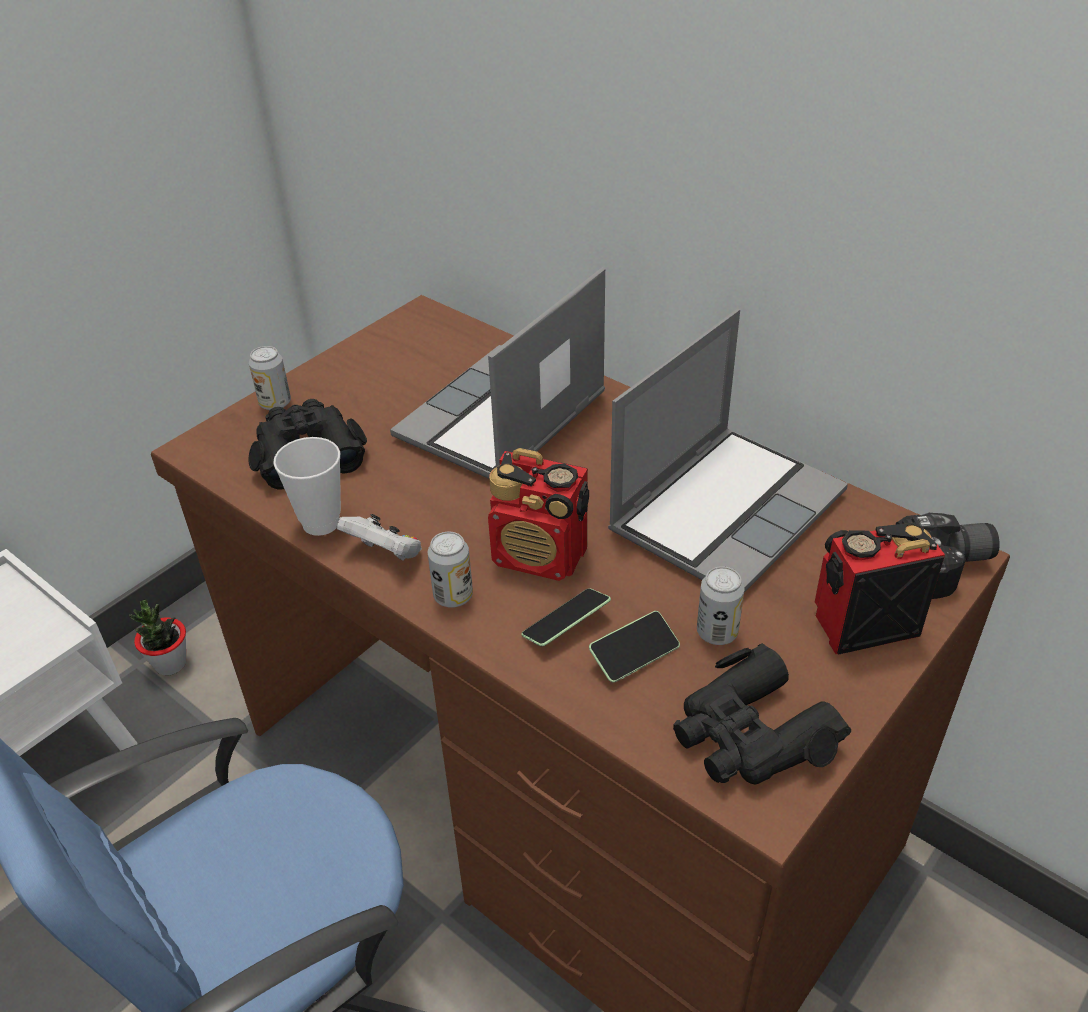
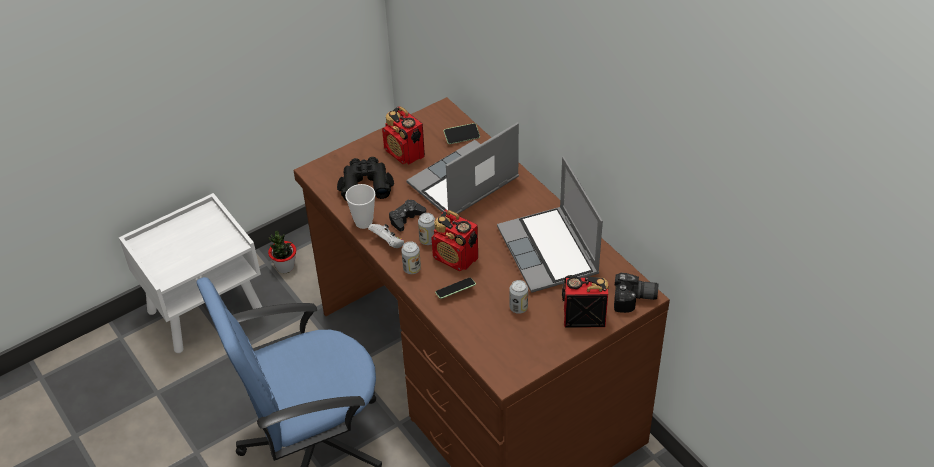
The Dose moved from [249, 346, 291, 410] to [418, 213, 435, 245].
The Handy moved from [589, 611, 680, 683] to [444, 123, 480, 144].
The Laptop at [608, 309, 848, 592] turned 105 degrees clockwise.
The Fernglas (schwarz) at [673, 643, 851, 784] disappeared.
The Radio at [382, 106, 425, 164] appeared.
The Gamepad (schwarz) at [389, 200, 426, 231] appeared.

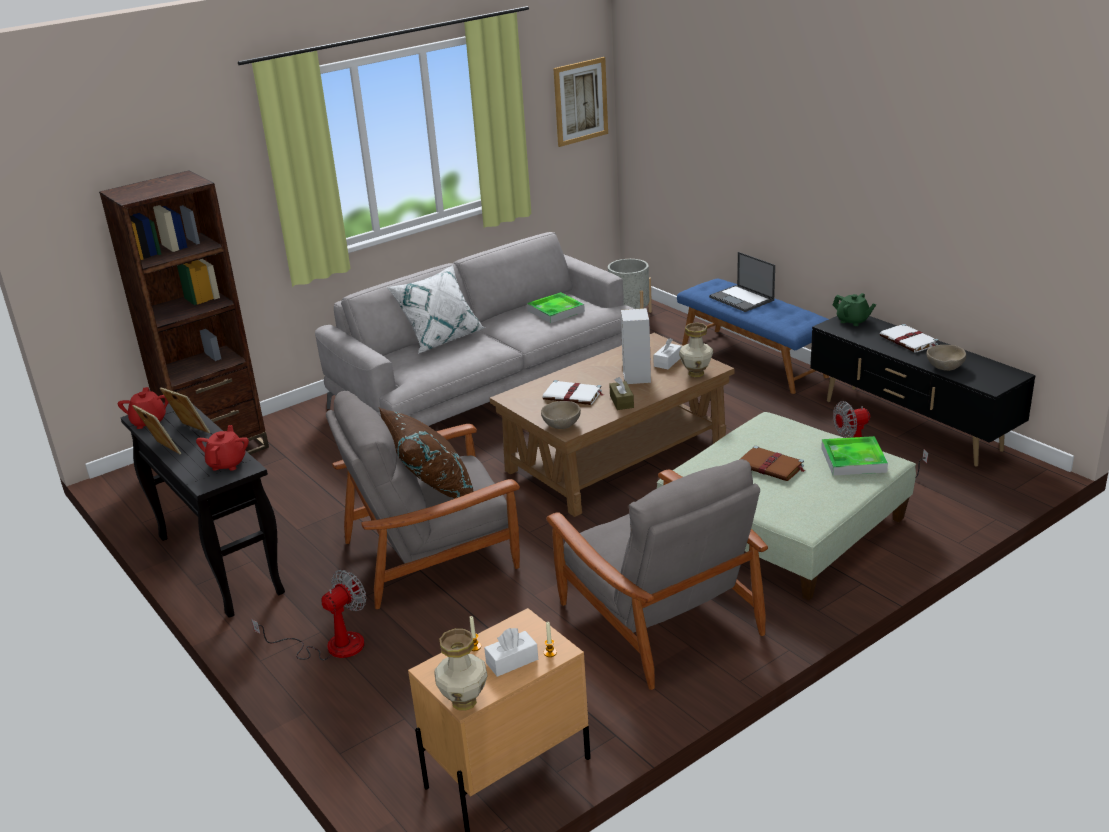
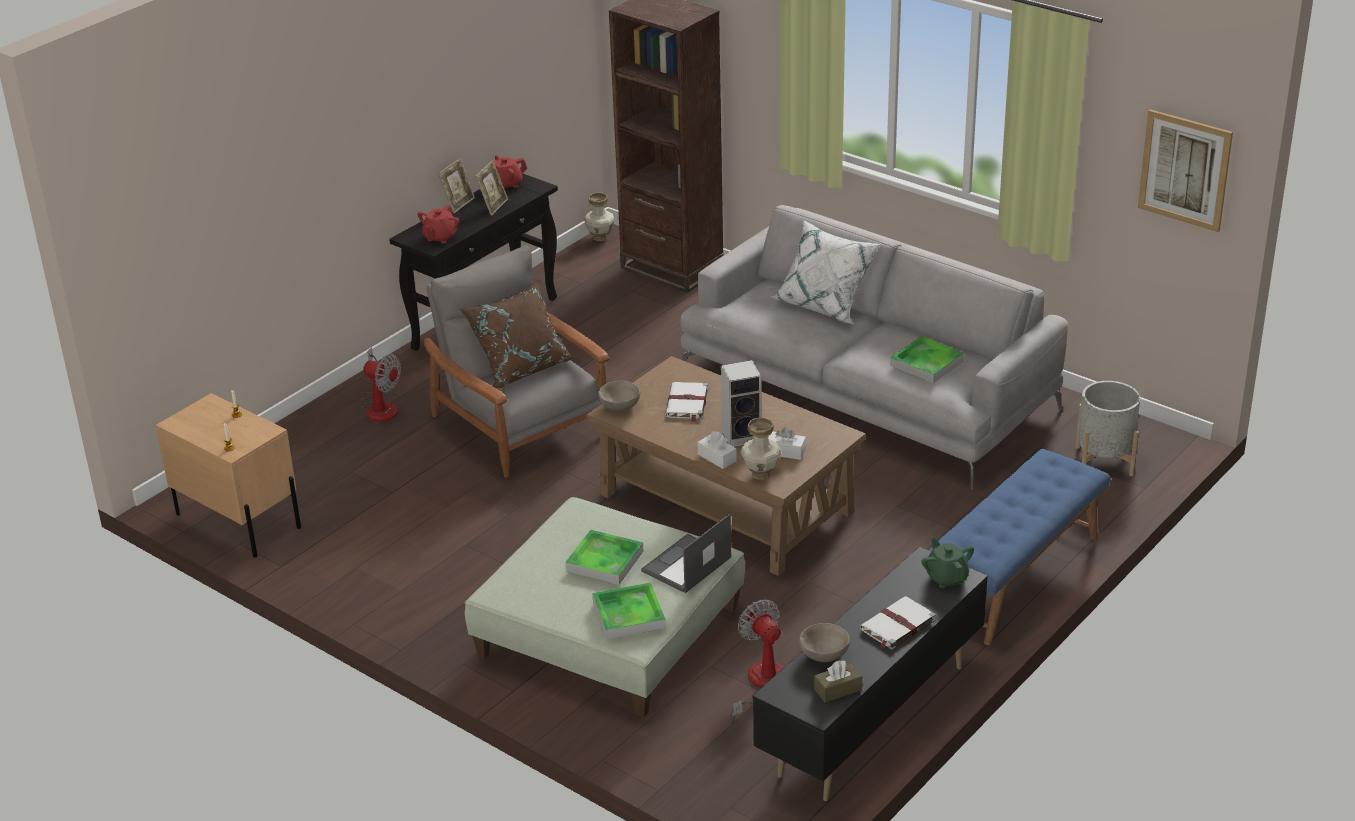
The Teekanne (rot) at [196, 425, 249, 471] turned 120 degrees clockwise.
The Vase moved from [434, 629, 488, 711] to [584, 192, 614, 242].
The Taschentuchbox (weiß) moved from [484, 628, 538, 677] to [698, 431, 737, 469].
The Sessel (grau) at [546, 459, 768, 690] disappeared.
The Taschentuchbox (braun) moved from [609, 377, 634, 410] to [814, 660, 862, 702].
The Laptop moved from [709, 252, 775, 312] to [641, 514, 731, 593].
The Buch (braun) at [739, 446, 805, 481] was replaced by the Tablett at [565, 530, 643, 585].
The Teekanne (grün) at [833, 293, 876, 326] turned 135 degrees clockwise.

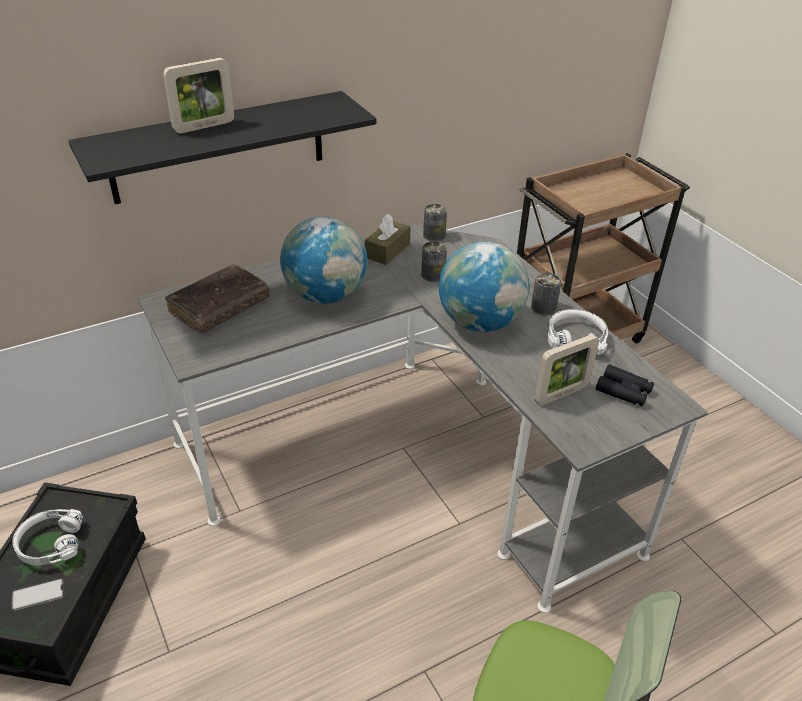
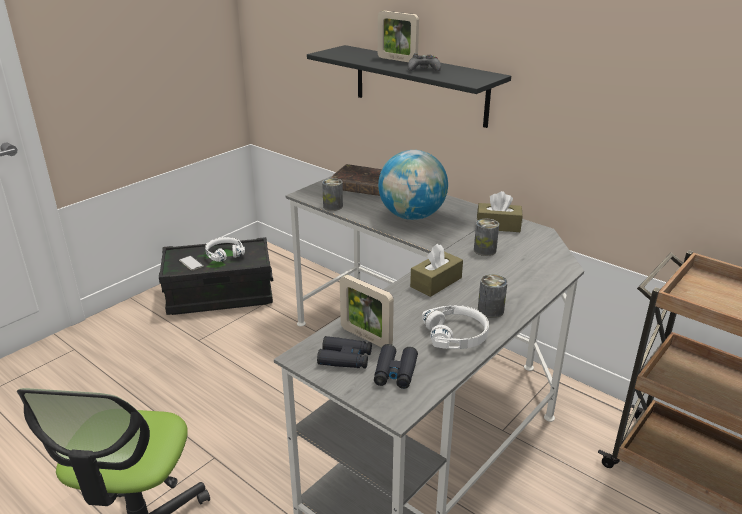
The Dose moved from [423, 204, 447, 241] to [322, 178, 343, 211].
The Globus at [439, 242, 529, 332] was replaced by the Taschentuchbox (braun) at [410, 244, 463, 297].
The Fernglas (schwarz) at [317, 336, 372, 368] appeared.
The Gamepad (schwarz) at [408, 53, 441, 71] appeared.

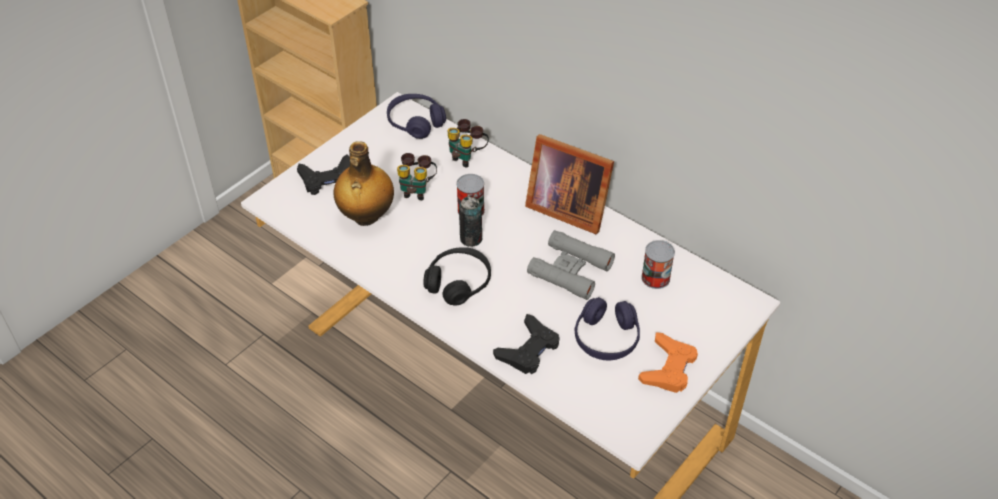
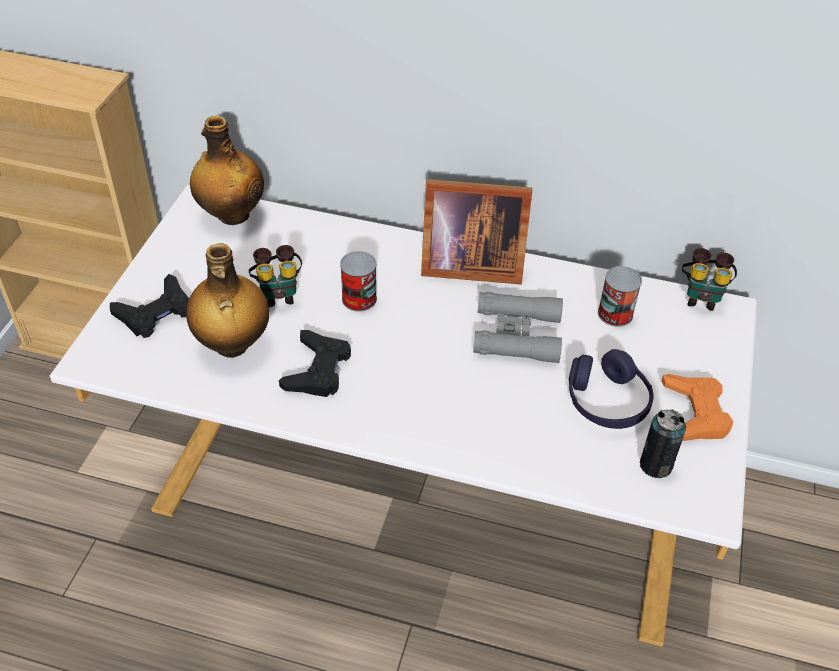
The Kopfhörer (lila) at [387, 94, 446, 139] was replaced by the Flasche at [190, 116, 264, 225].
The Kopfhörer (schwarz) at [423, 247, 491, 306] disappeared.
The Fernglas moved from [447, 119, 489, 168] to [682, 248, 737, 311].
The Dose moved from [459, 196, 483, 247] to [640, 409, 686, 478].
The Gamepad (schwarz) moved from [493, 314, 560, 374] to [279, 330, 351, 397].

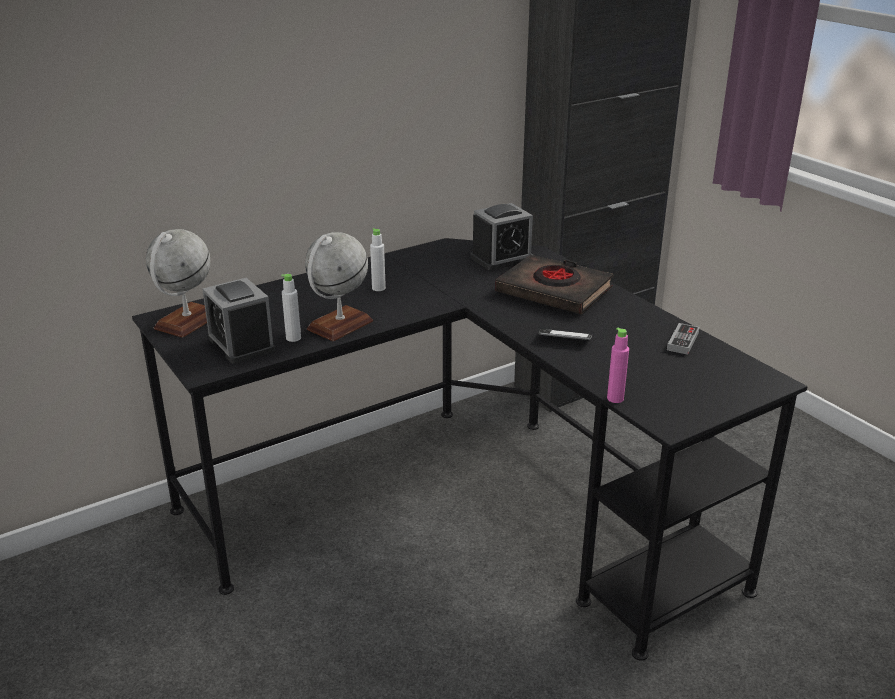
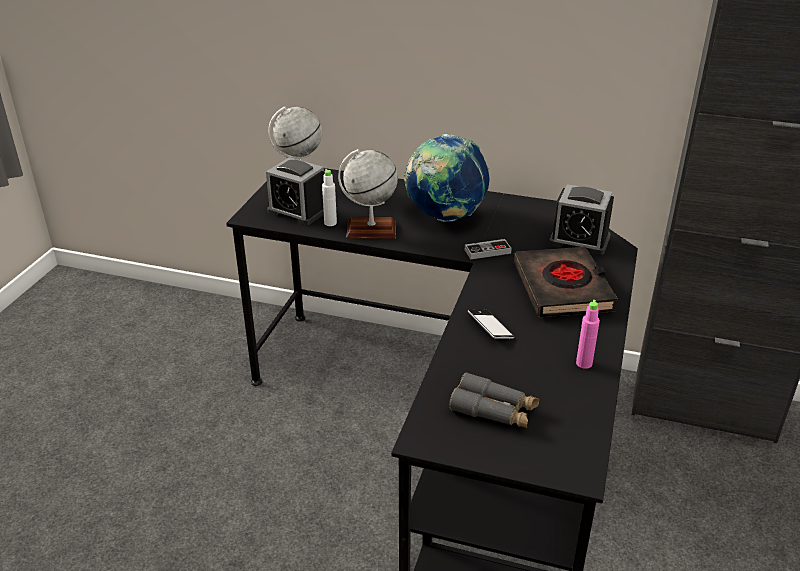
The Wecker at [202, 278, 275, 363] turned 75 degrees counterclockwise.
The Flasche (weiß) at [370, 228, 386, 291] was replaced by the Globus at [404, 134, 490, 222].
The Flasche (rosa) moved from [607, 328, 629, 403] to [576, 300, 600, 369].
The Gamepad moved from [667, 323, 700, 355] to [465, 239, 512, 259].
The Fernglas (grau) at [449, 372, 539, 428] appeared.

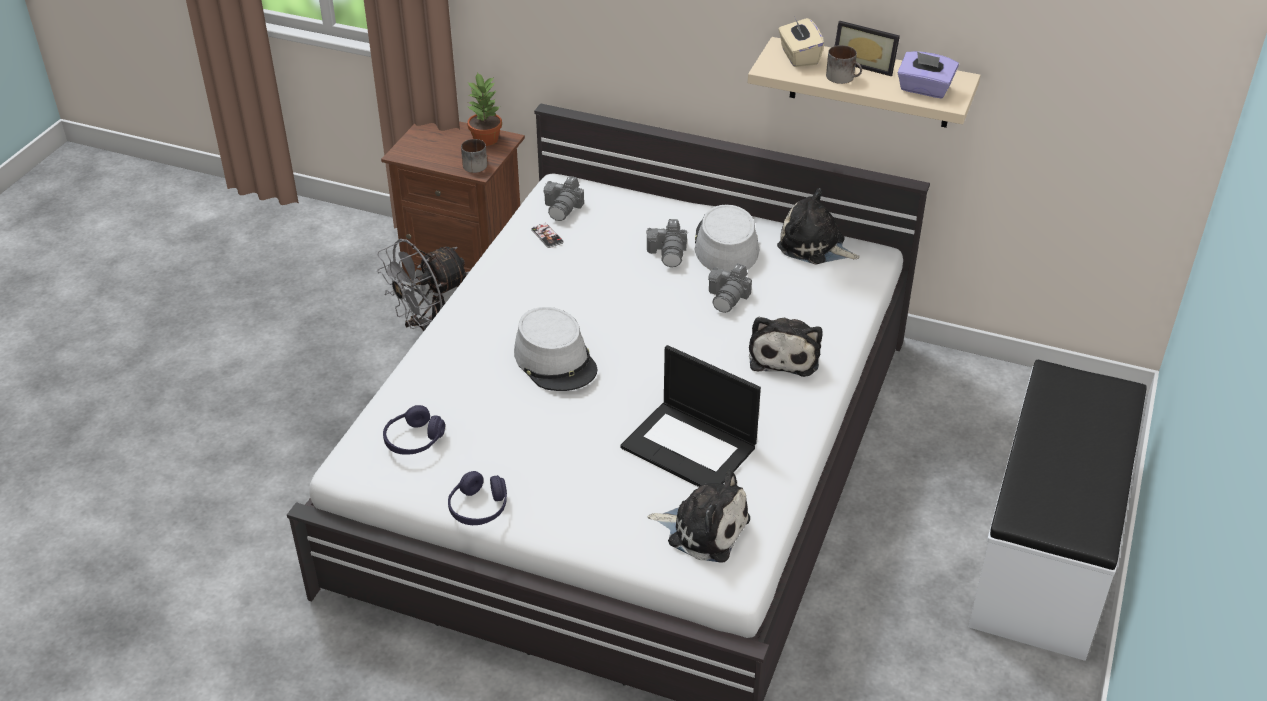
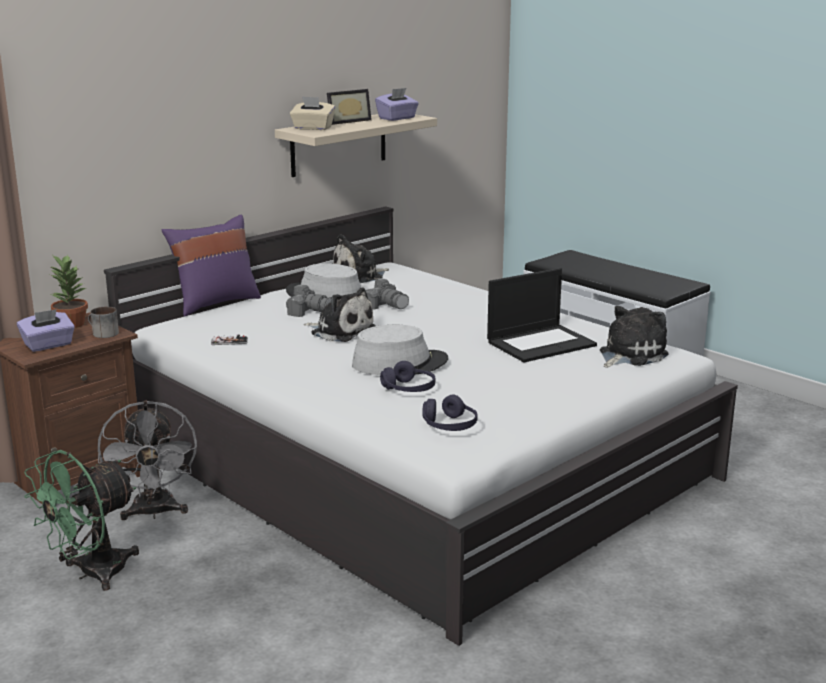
The Kopfhörer (lila) moved from [448, 471, 507, 525] to [380, 361, 435, 392].
The Kamera at [544, 176, 584, 221] disappeared.
The Plüschtier moved from [749, 316, 822, 377] to [304, 288, 376, 342].
The Henkelbecher at [826, 45, 862, 84] disappeared.
The Taschentuchbox (lila) at [17, 309, 75, 352] appeared.
The Ventilator (grün) at [24, 450, 139, 591] appeared.
The Kissen (lila) at [162, 215, 261, 316] appeared.

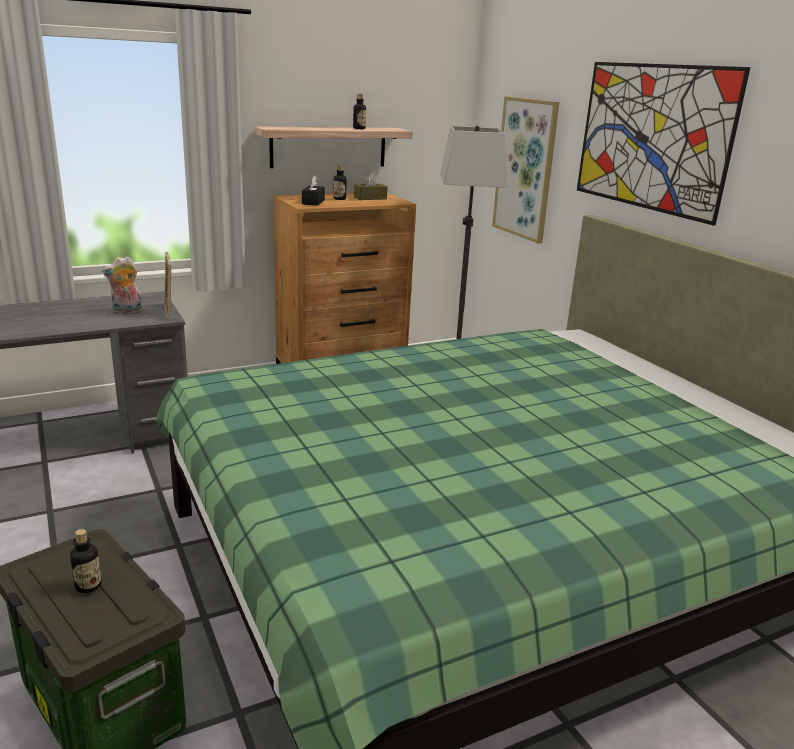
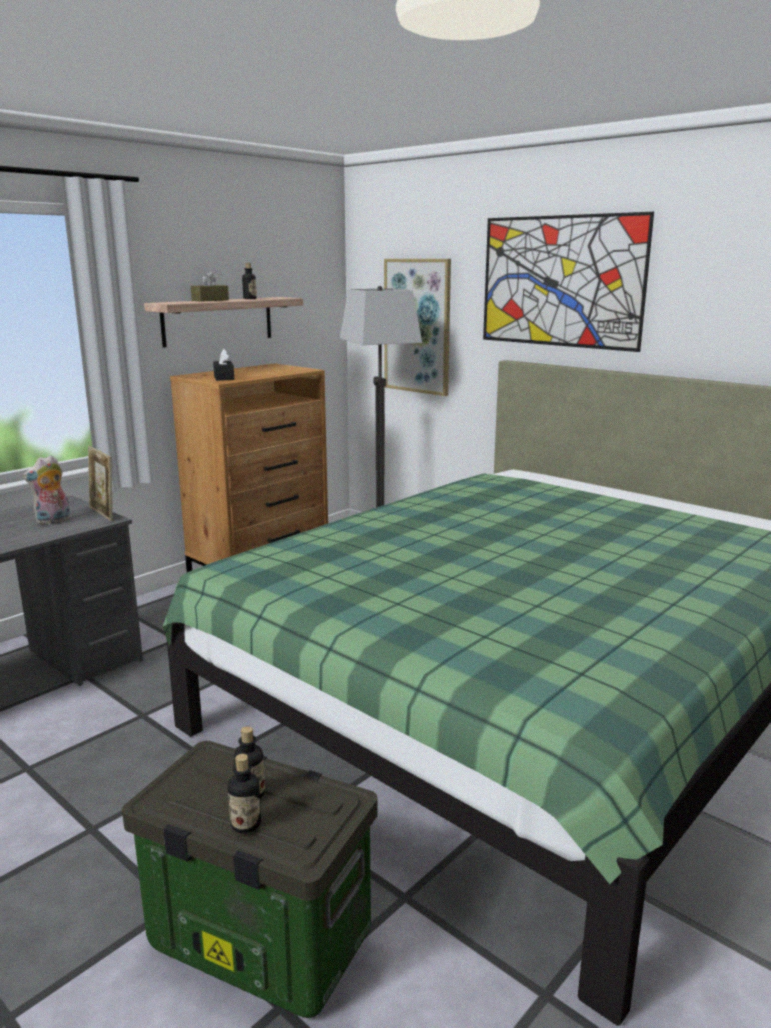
The Flasche moved from [333, 165, 347, 200] to [228, 754, 261, 834].
The Taschentuchbox (braun) moved from [354, 172, 388, 200] to [191, 271, 229, 302].

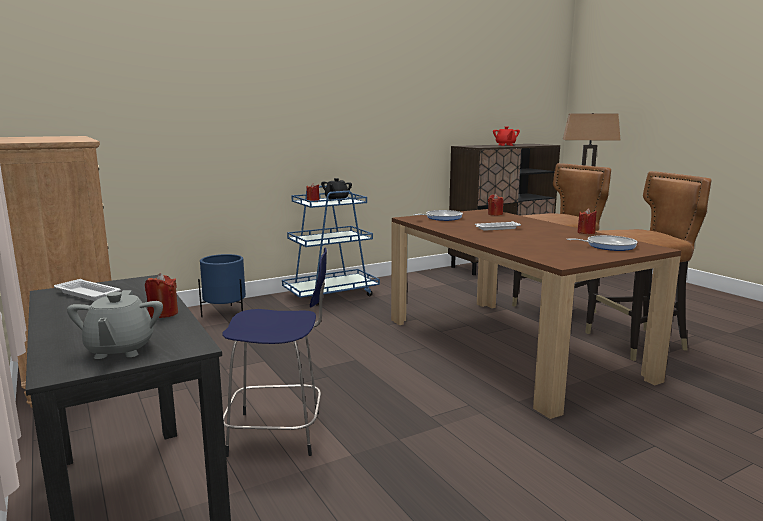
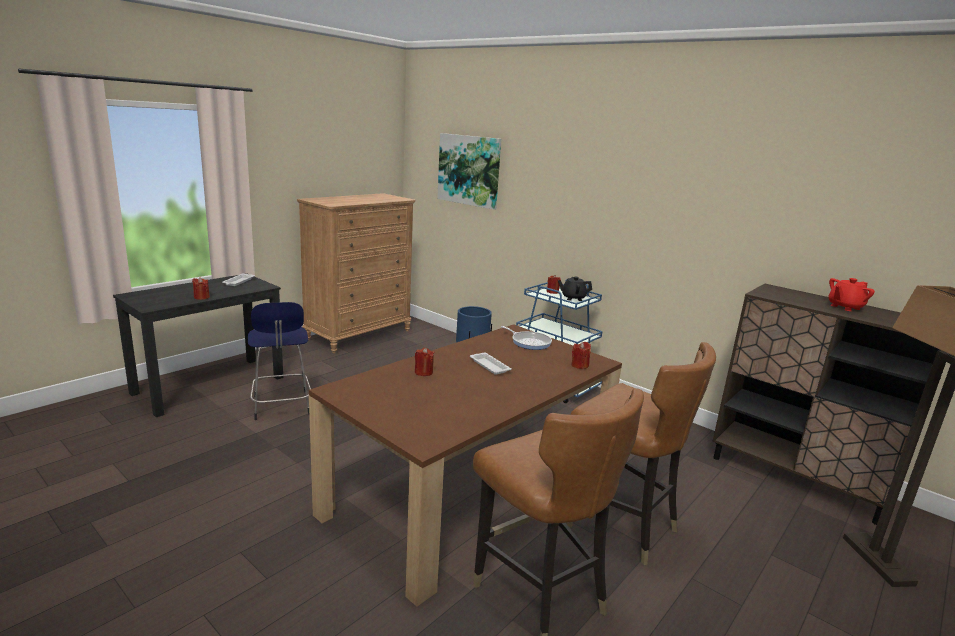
The Teekanne (grau) at [67, 290, 163, 359] disappeared.
The Pfanne at [567, 235, 637, 251] disappeared.
The Kerze (rot) moved from [577, 208, 597, 234] to [415, 348, 434, 376].
The Bild at [437, 133, 501, 210] appeared.

